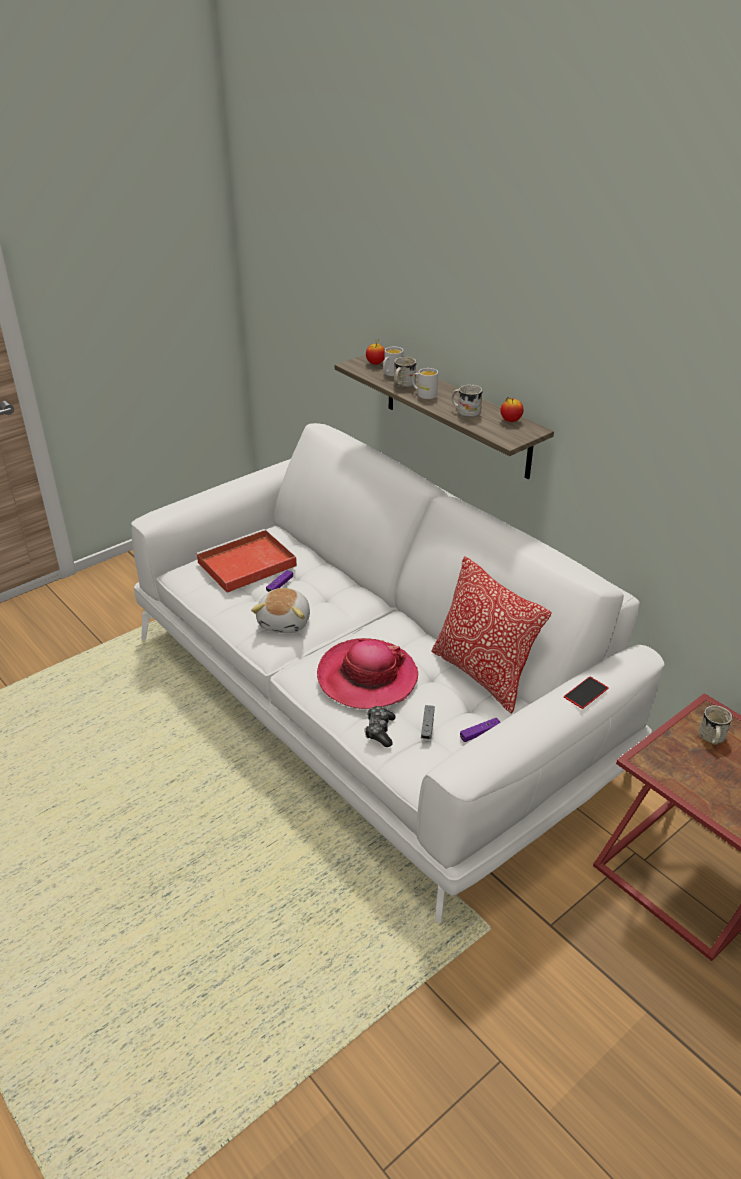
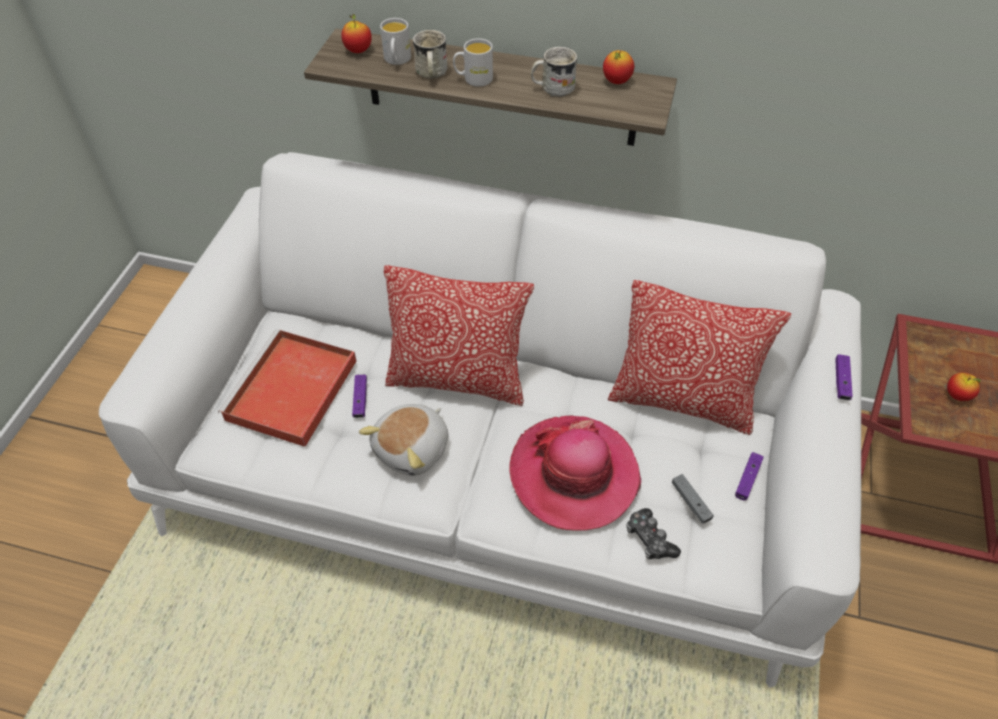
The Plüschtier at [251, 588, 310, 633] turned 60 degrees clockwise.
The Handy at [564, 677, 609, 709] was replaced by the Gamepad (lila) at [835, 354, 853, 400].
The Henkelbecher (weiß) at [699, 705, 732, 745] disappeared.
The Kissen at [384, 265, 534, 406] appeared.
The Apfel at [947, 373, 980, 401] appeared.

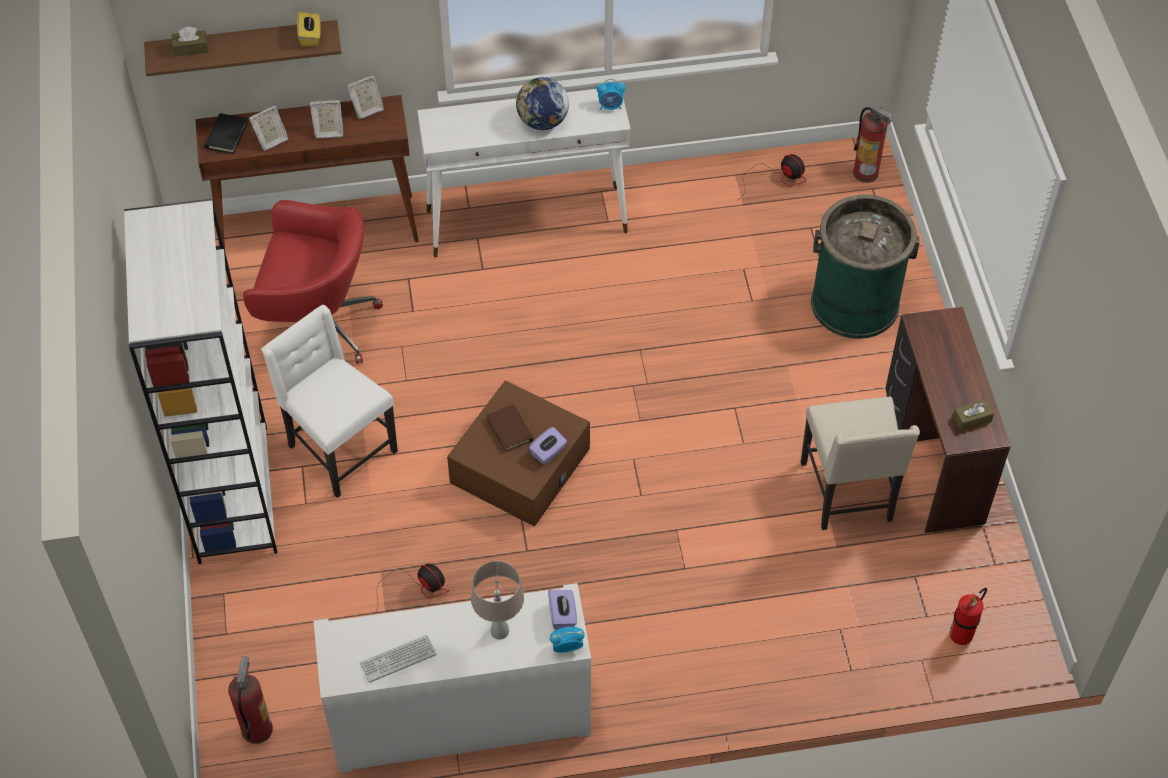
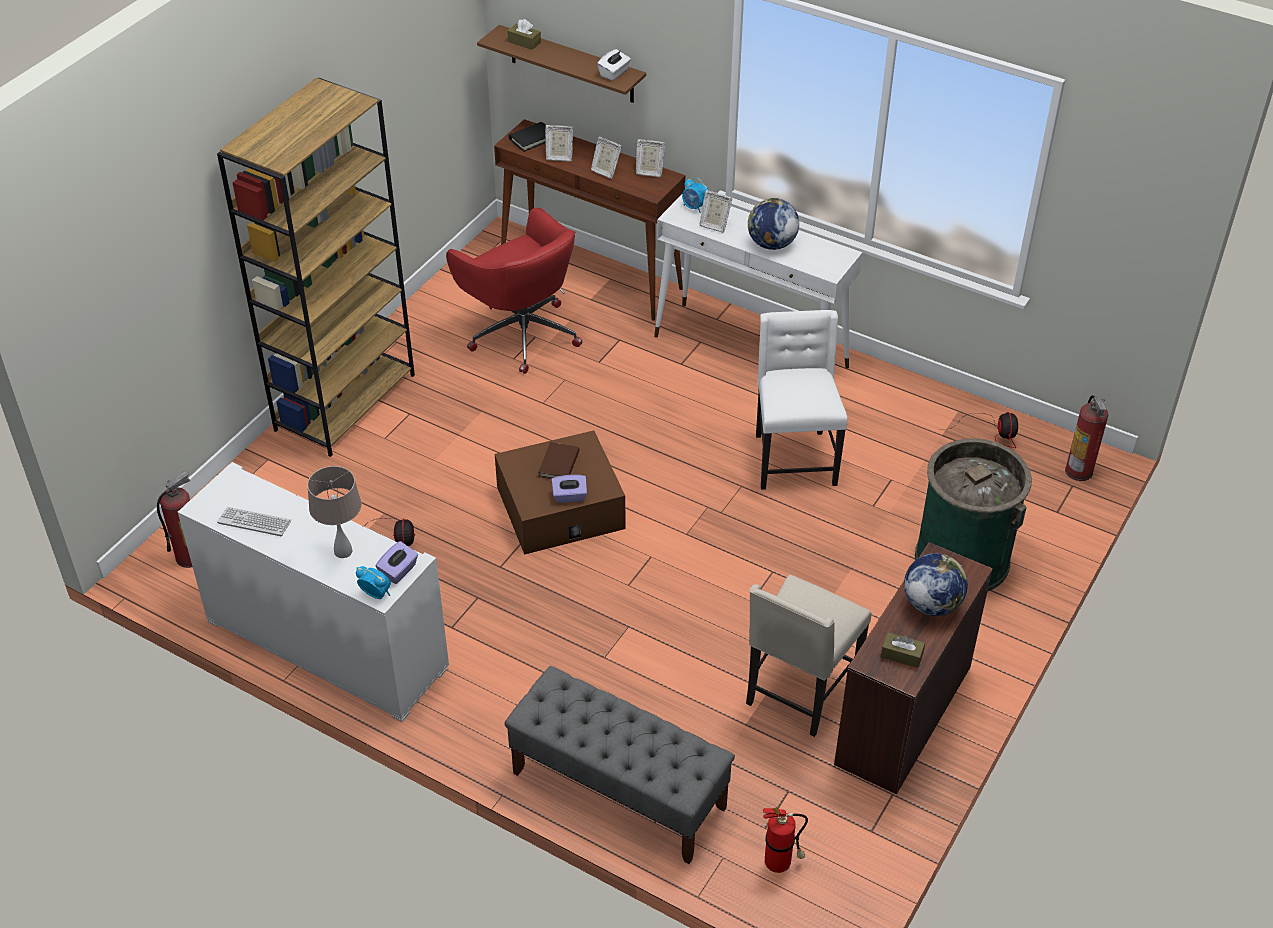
The Bücherregal (weiß) at [124, 199, 277, 564] became the Bücherregal (braun) at [217, 78, 415, 457].
The Stuhl (weiß) moved from [261, 305, 398, 498] to [756, 310, 848, 490].
The Taschentuchbox (gelb) at [297, 12, 321, 47] became the Taschentuchbox (weiß) at [597, 49, 631, 81].
The Wecker moved from [596, 79, 625, 110] to [682, 178, 709, 213].
The Bank (grau) at [504, 666, 735, 864] appeared.
The Bilderrahmen at [700, 190, 732, 233] appeared.
The Globus at [904, 553, 968, 616] appeared.

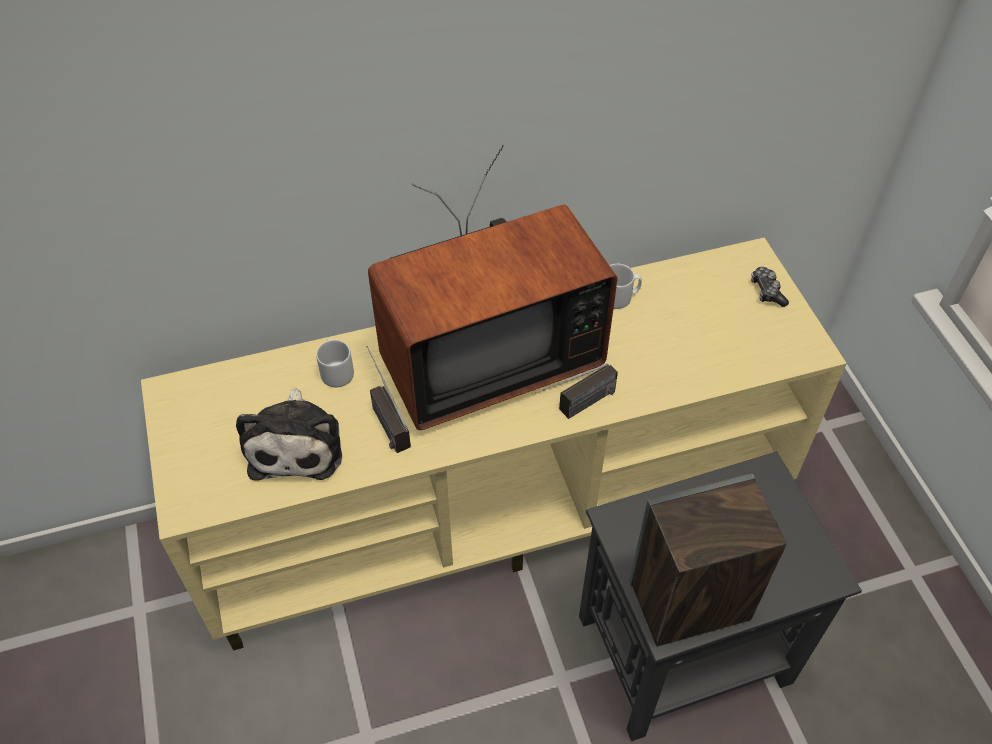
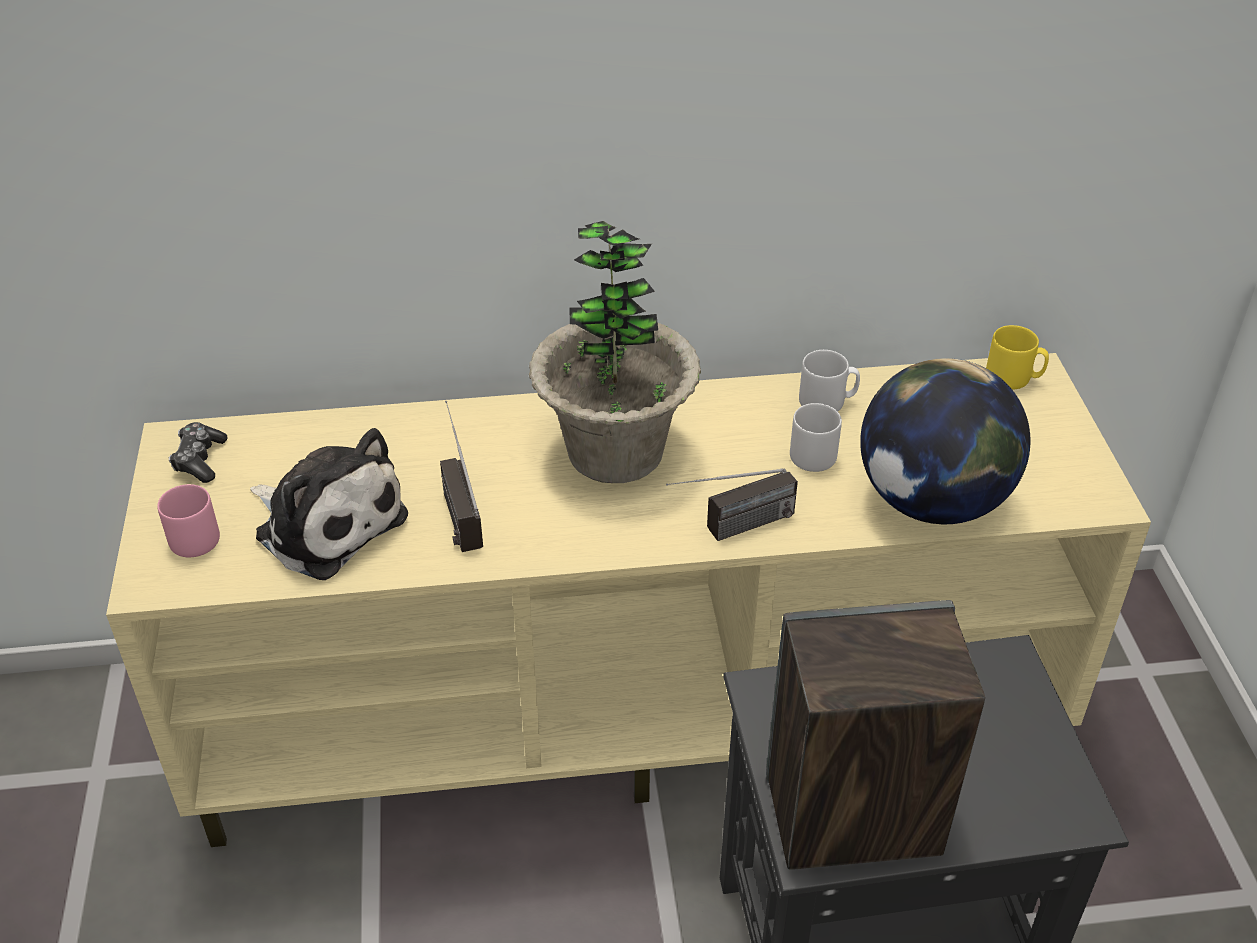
The Plüschtier at [236, 388, 342, 481] turned 60 degrees counterclockwise.
The Henkelbecher (grau) moved from [316, 339, 354, 387] to [790, 403, 842, 472].
The Fernseher at [368, 145, 618, 430] was replaced by the Topfpflanze at [529, 221, 701, 483].
The Gamepad moved from [751, 267, 789, 307] to [169, 422, 227, 483].
The Henkelbecher (rosa) at [157, 484, 220, 557] appeared.
The Globus at [860, 358, 1031, 524] appeared.
The Henkelbecher (gelb) at [986, 325, 1049, 390] appeared.

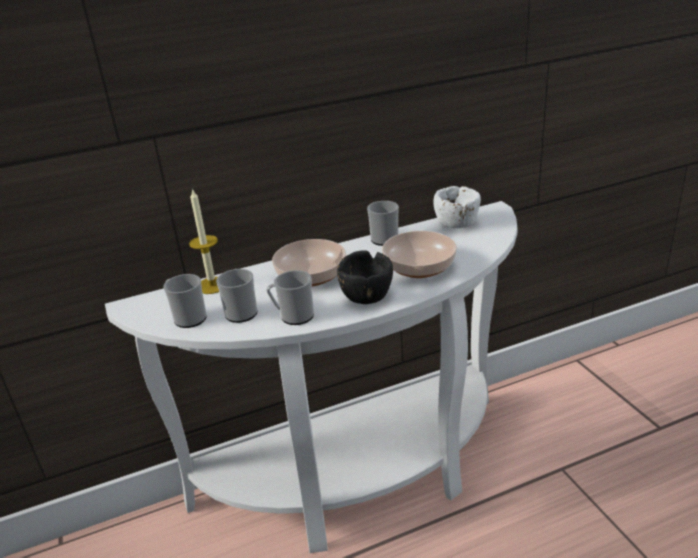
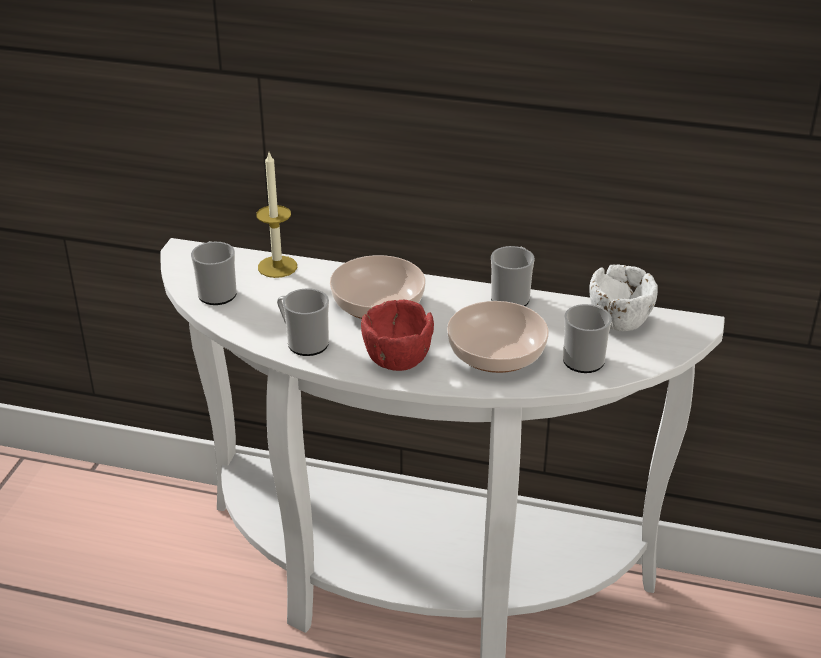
The Henkelbecher moved from [216, 269, 257, 323] to [563, 304, 612, 373].
The Schüssel (schwarz) at [337, 250, 393, 304] became the Schüssel (rot) at [361, 300, 434, 371].

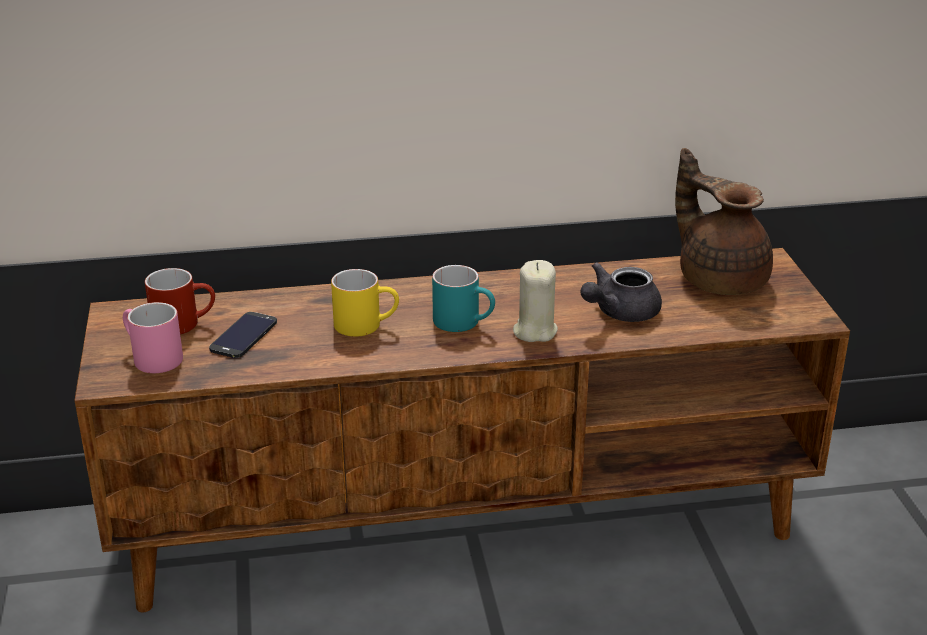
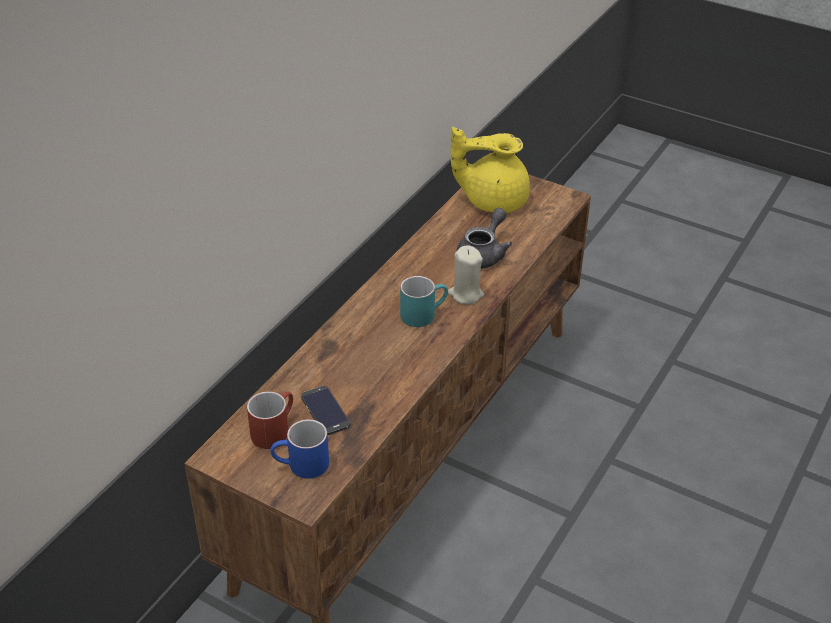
The Henkelbecher (rosa) at [123, 302, 183, 373] became the Henkelbecher (blau) at [270, 419, 329, 479].
The Henkelbecher (gelb) at [331, 269, 399, 337] disappeared.
The Teekanne (grau) at [580, 262, 662, 322] turned 150 degrees counterclockwise.
The Teekanne (braun) at [675, 148, 773, 295] became the Teekanne (gelb) at [451, 127, 530, 213].

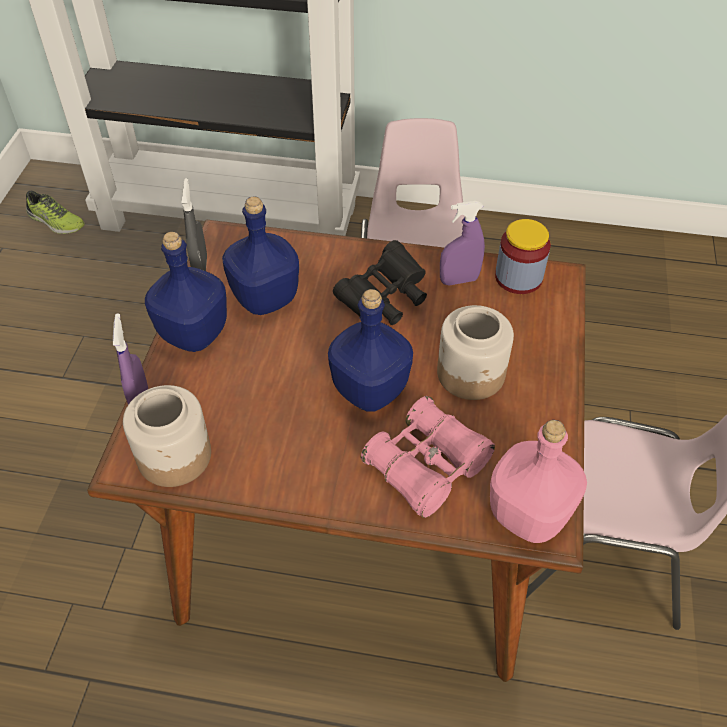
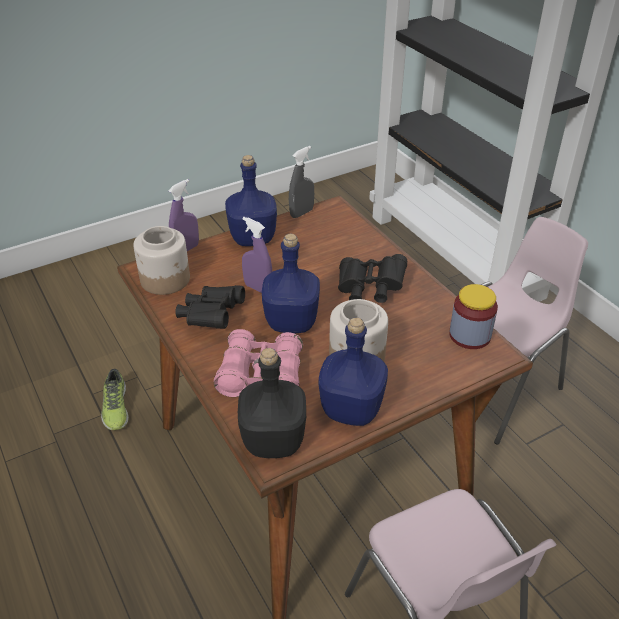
The Schuh moved from [26, 191, 85, 234] to [101, 369, 129, 430].
The Flasche (blau) moved from [222, 197, 299, 315] to [318, 317, 388, 426].
The Sprühflasche (lila) moved from [440, 201, 485, 285] to [242, 217, 272, 293].
The Flasche (rosa) at [490, 420, 587, 543] became the Flasche (schwarz) at [238, 348, 306, 458].
The Fernglas (schwarz) at [175, 285, 245, 329] appeared.

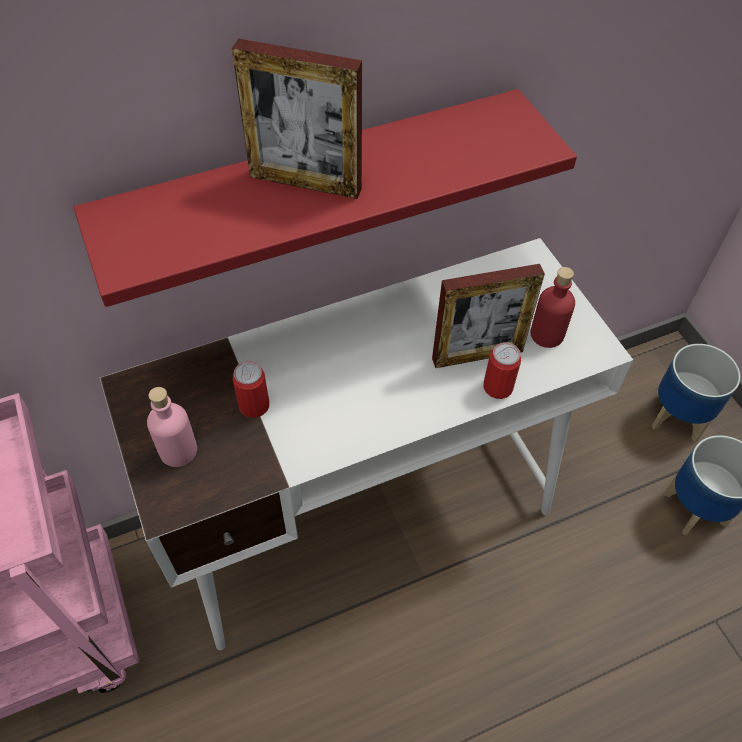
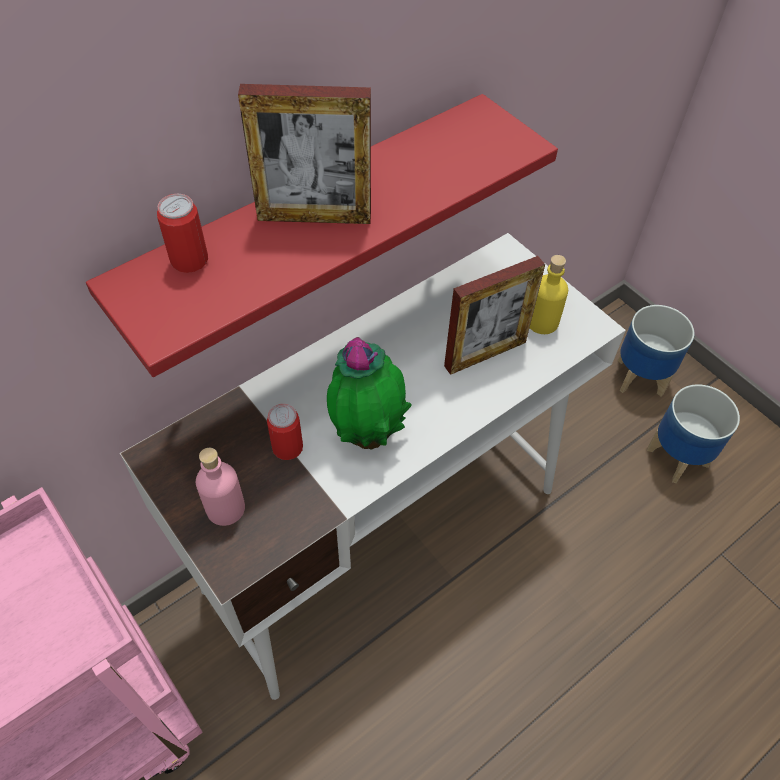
The Dose moved from [483, 342, 521, 399] to [157, 194, 208, 273].
The Flasche (rot) at [530, 267, 575, 348] became the Flasche (gelb) at [530, 255, 568, 334].
The Topfpflanze at [327, 337, 412, 449] appeared.

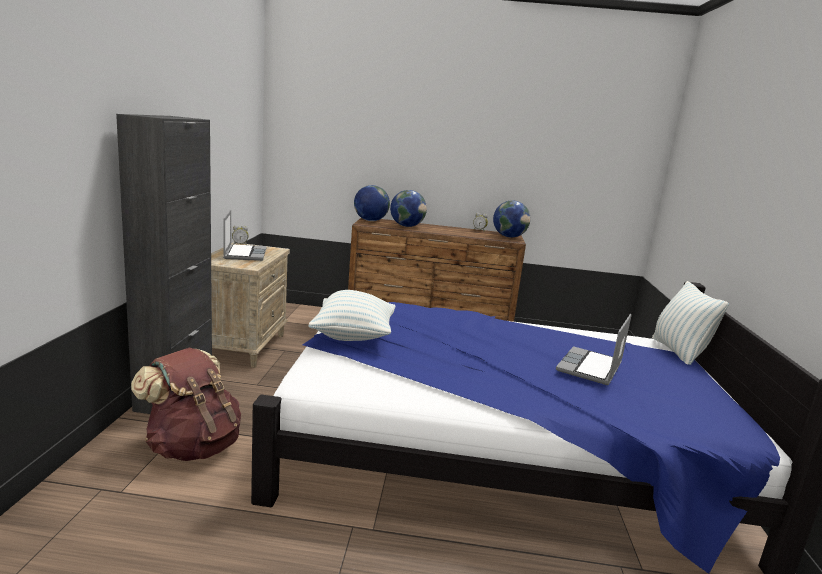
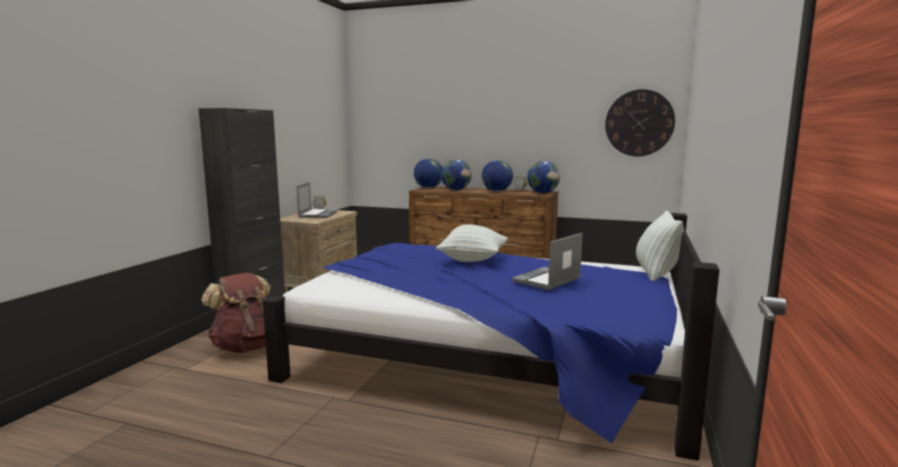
The Kissen moved from [308, 290, 395, 341] to [436, 224, 508, 262].
The Globus at [482, 160, 513, 192] appeared.
The Wanduhr at [605, 89, 675, 156] appeared.

